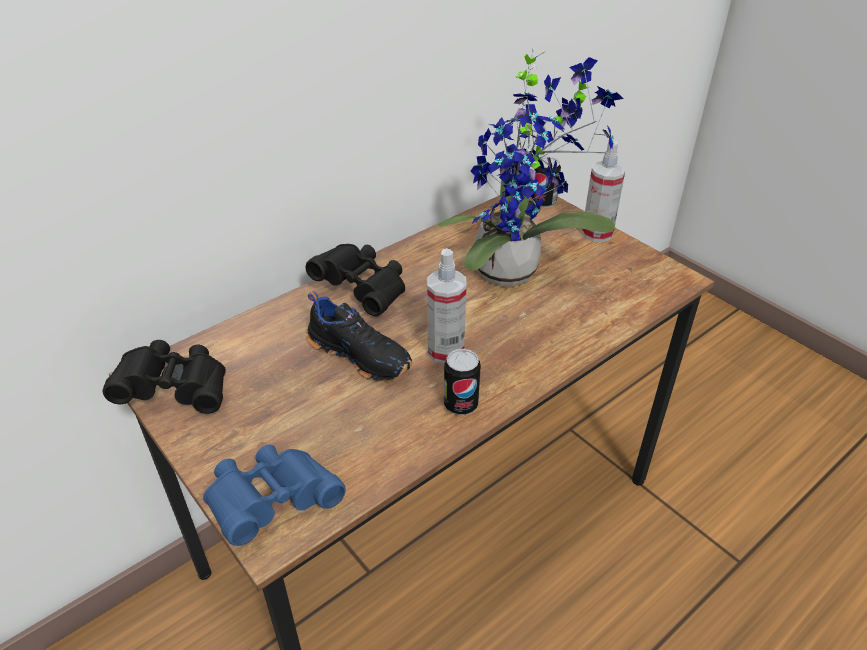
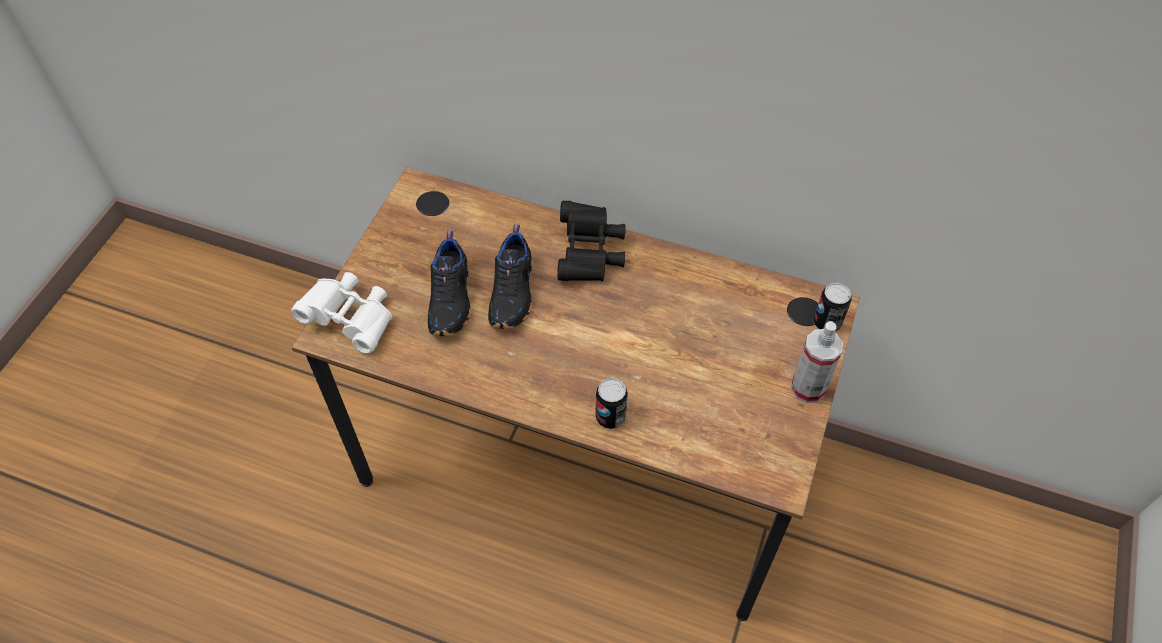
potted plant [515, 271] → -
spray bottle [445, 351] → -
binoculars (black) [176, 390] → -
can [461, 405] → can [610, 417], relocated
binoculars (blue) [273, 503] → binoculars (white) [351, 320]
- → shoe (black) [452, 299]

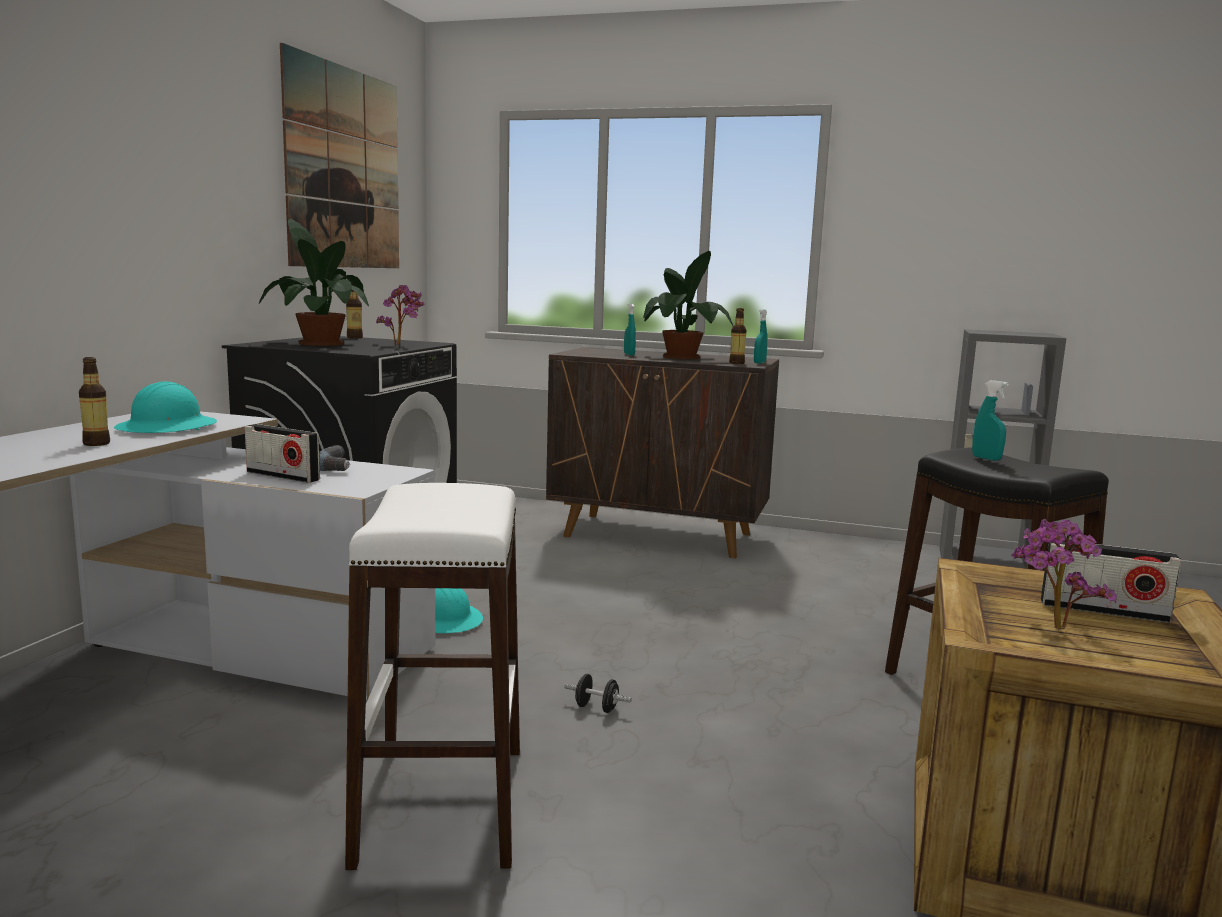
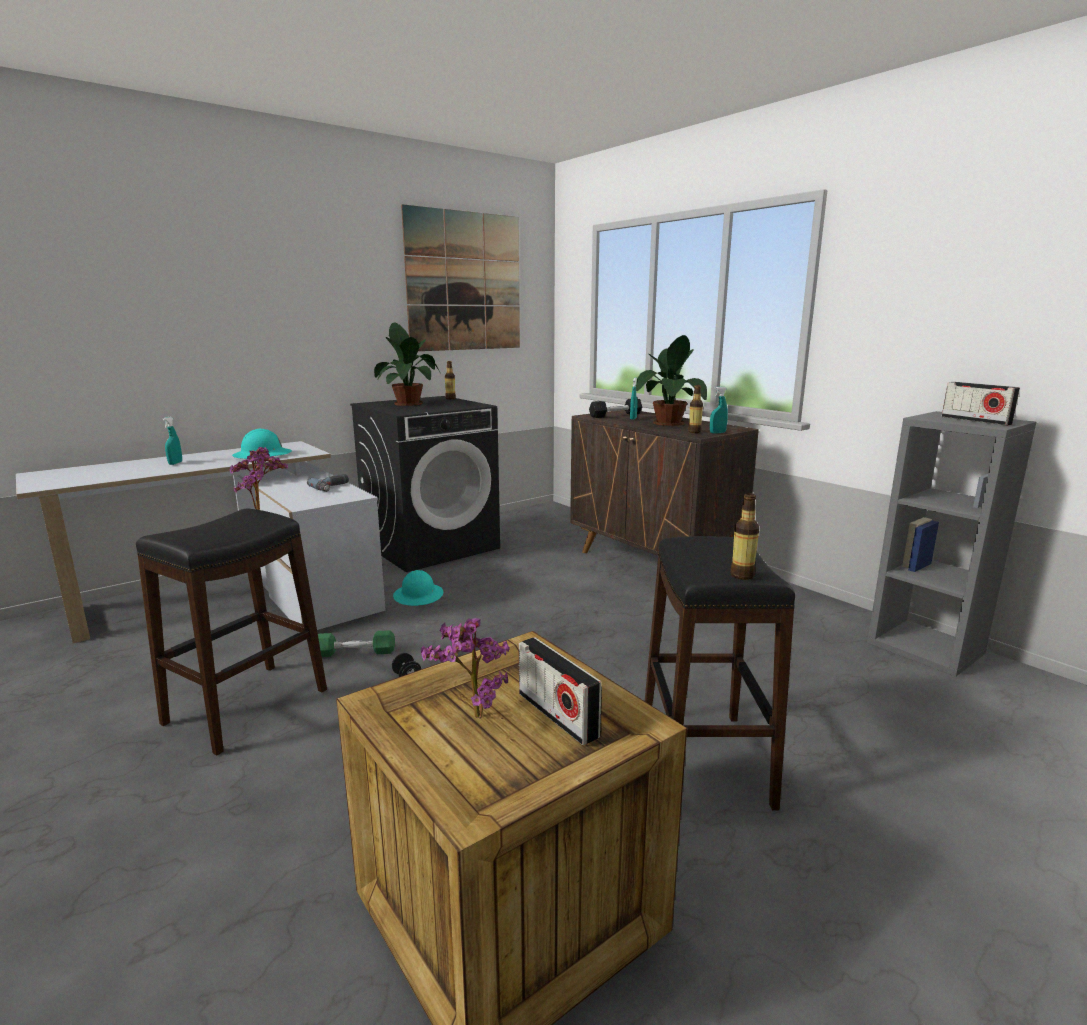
potted plant [401, 344] → potted plant [262, 510], relocated
bottle [96, 443] → bottle [742, 575], relocated
spray bottle (turquoise) [986, 458] → spray bottle (turquoise) [175, 463], relocated
radio [283, 476] → radio [975, 420], relocated
stool (white) [443, 804] → stool (black) [246, 707]
- → dumbbell (black) [615, 415]
- → dumbbell (green) [355, 652]

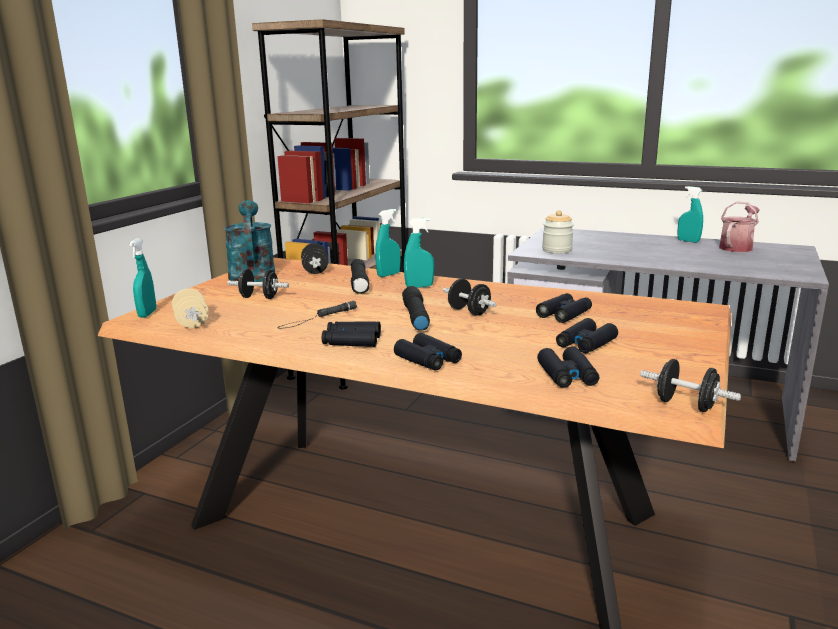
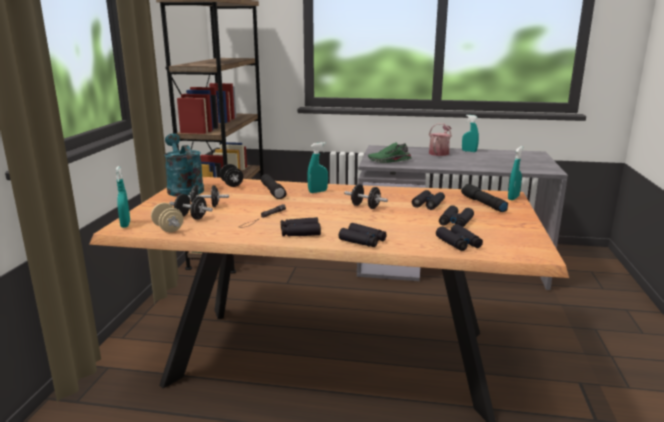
watering can [737, 247] → watering can [439, 152], relocated
spray bottle (turquoise) [388, 275] → spray bottle (turquoise) [513, 198], relocated
jar [557, 250] → shoe (green) [389, 161]
flashlight (black) [415, 317] → flashlight (black) [482, 204], relocated
dumbbell (black) [685, 405] → dumbbell (black) [191, 217], relocated

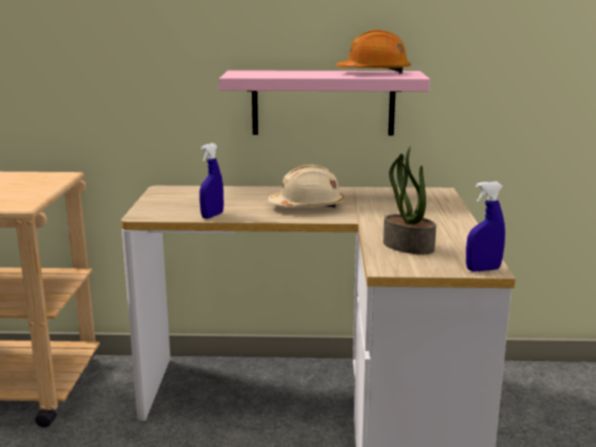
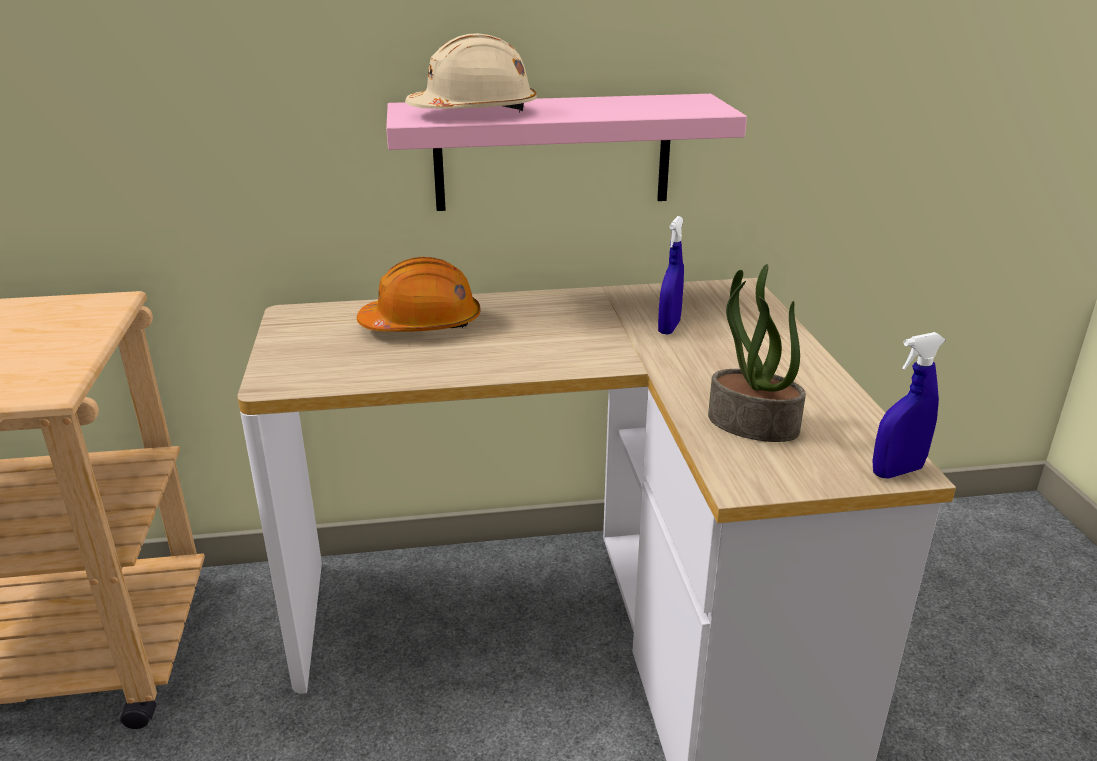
hard hat (orange) [374, 73] → hard hat (orange) [422, 324], relocated
spray bottle (blue) [212, 216] → spray bottle (blue) [669, 328], relocated
hard hat (beige) [307, 206] → hard hat (beige) [474, 112], relocated

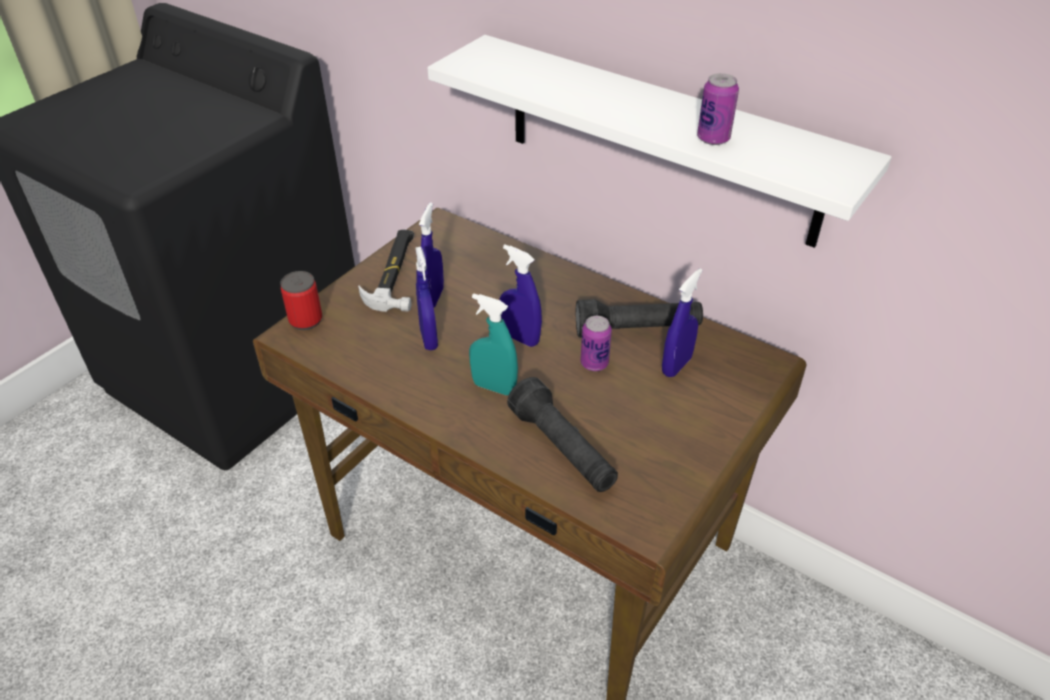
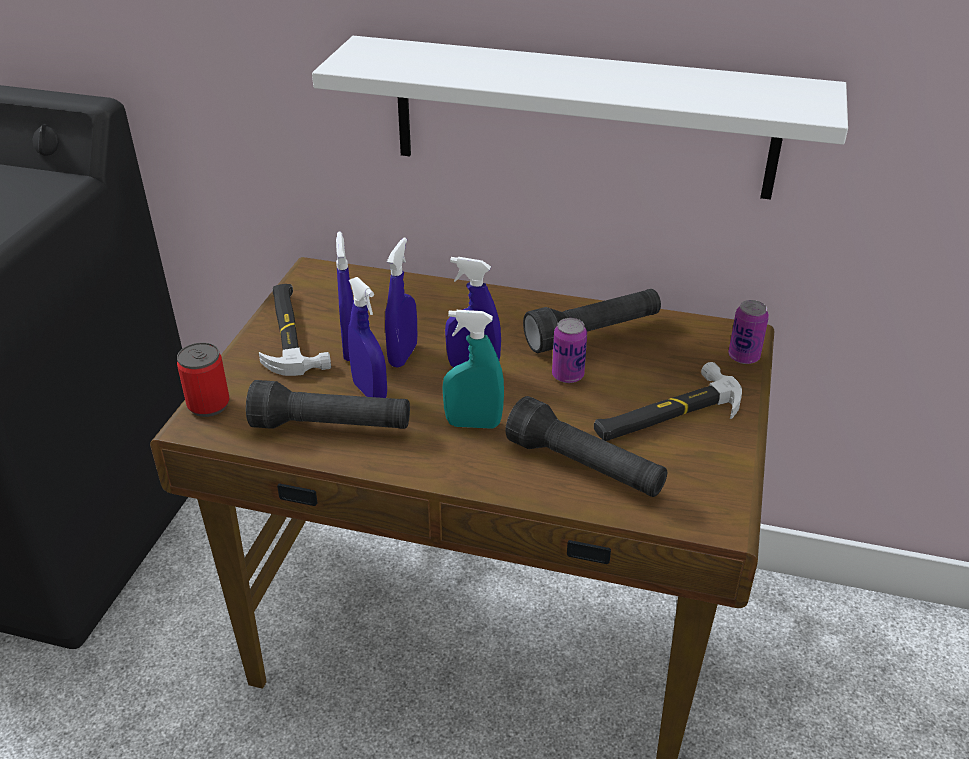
can [713, 138] → can [743, 357], relocated
spray bottle (blue) [676, 366] → spray bottle (blue) [403, 355], relocated
- → hammer [666, 413]
- → flashlight (black) [332, 426]

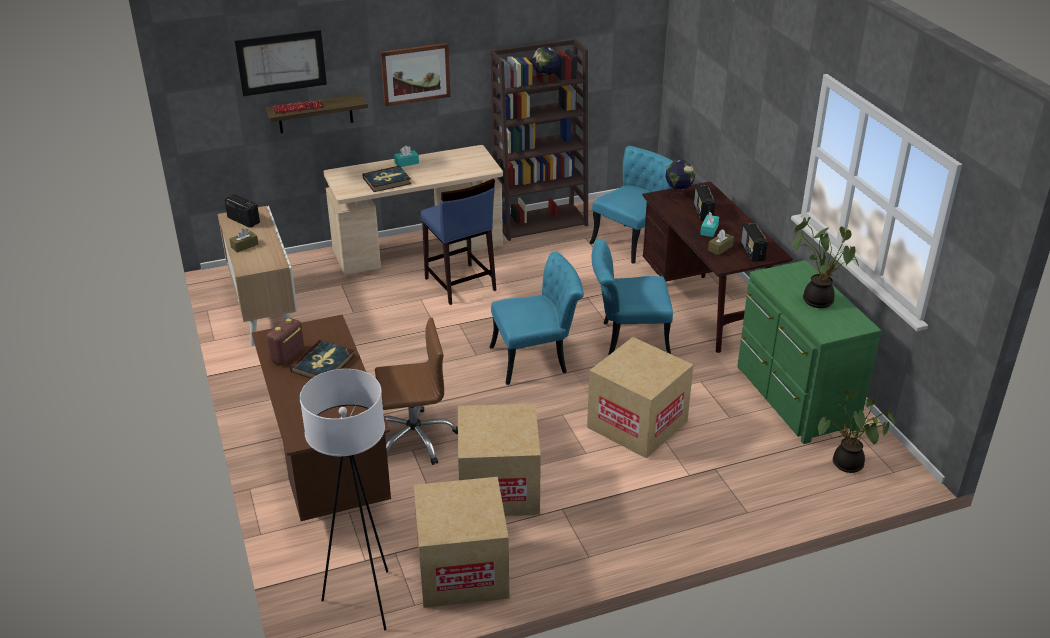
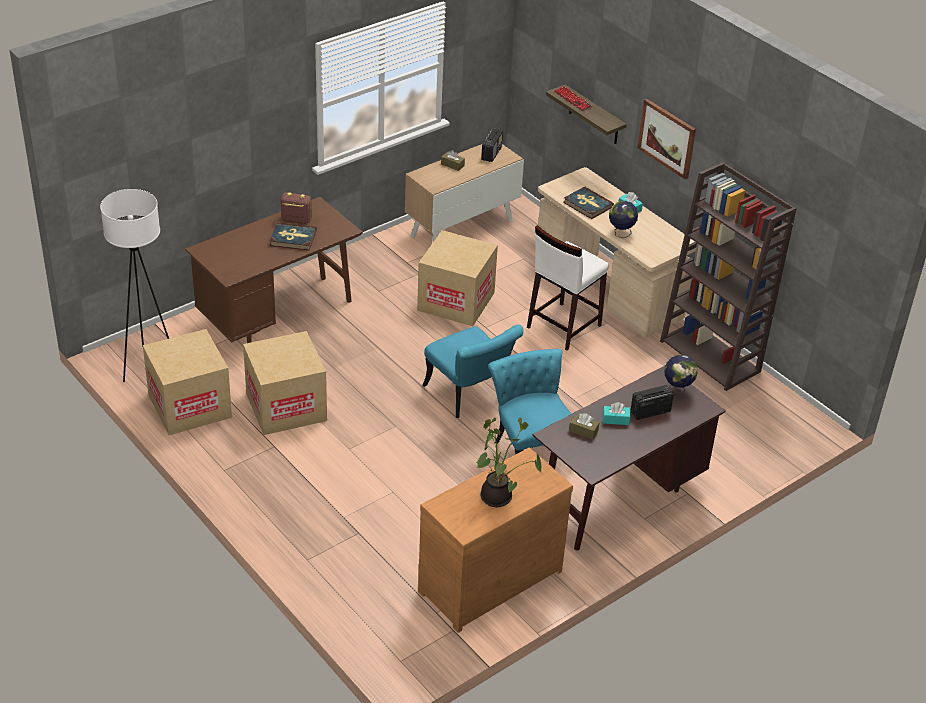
picture [281, 62] → -
globe [546, 81] → globe [621, 233], relocated
chair (turquoise) [633, 240] → -
stool (blue) [460, 284] → stool (white) [563, 326]
radio [752, 252] → -
dresser (green) [793, 399] → dresser (brown) [487, 579]
office chair (brown) [415, 438] → -
cardboard box [637, 424] → cardboard box [456, 301], relocated
potted plant [845, 465] → -

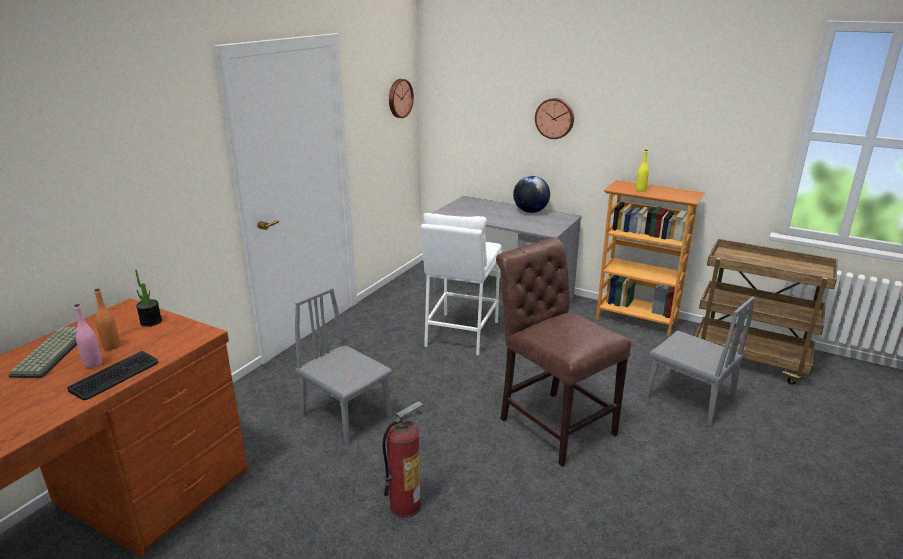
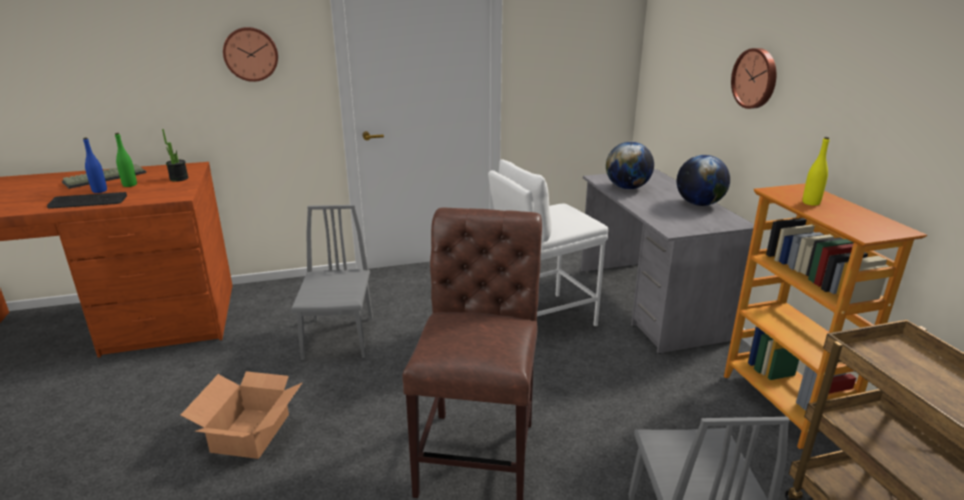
wall clock [399, 98] → wall clock [251, 54], relocated
bottle (orange) [111, 346] → bottle (green) [130, 185]
bottle (pink) [93, 364] → bottle (blue) [99, 191]
fire extinguisher [405, 505] → cardboard box [252, 432]
- → globe [627, 188]

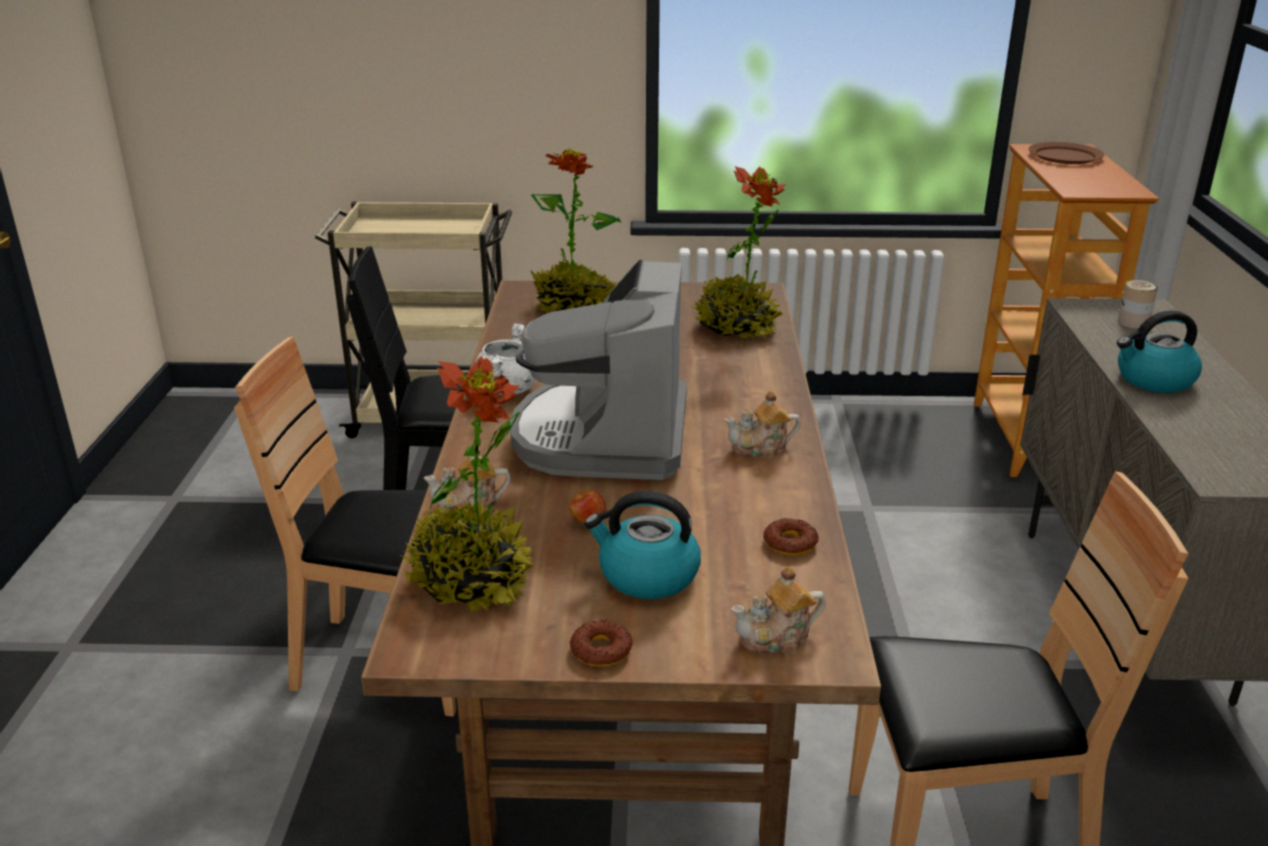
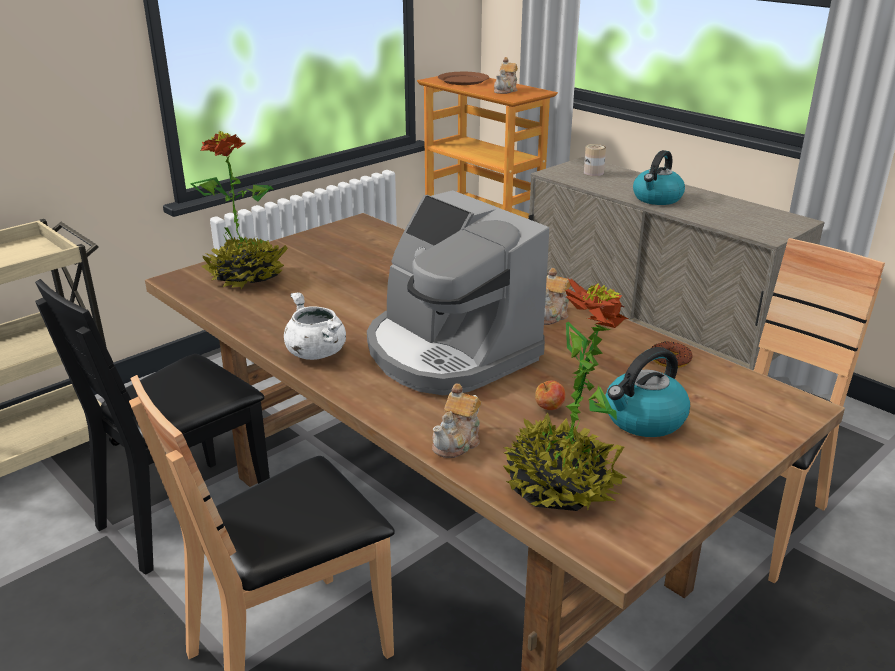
potted plant [737, 327] → -
teapot [777, 638] → teapot [506, 90], relocated
donut [601, 650] → -

